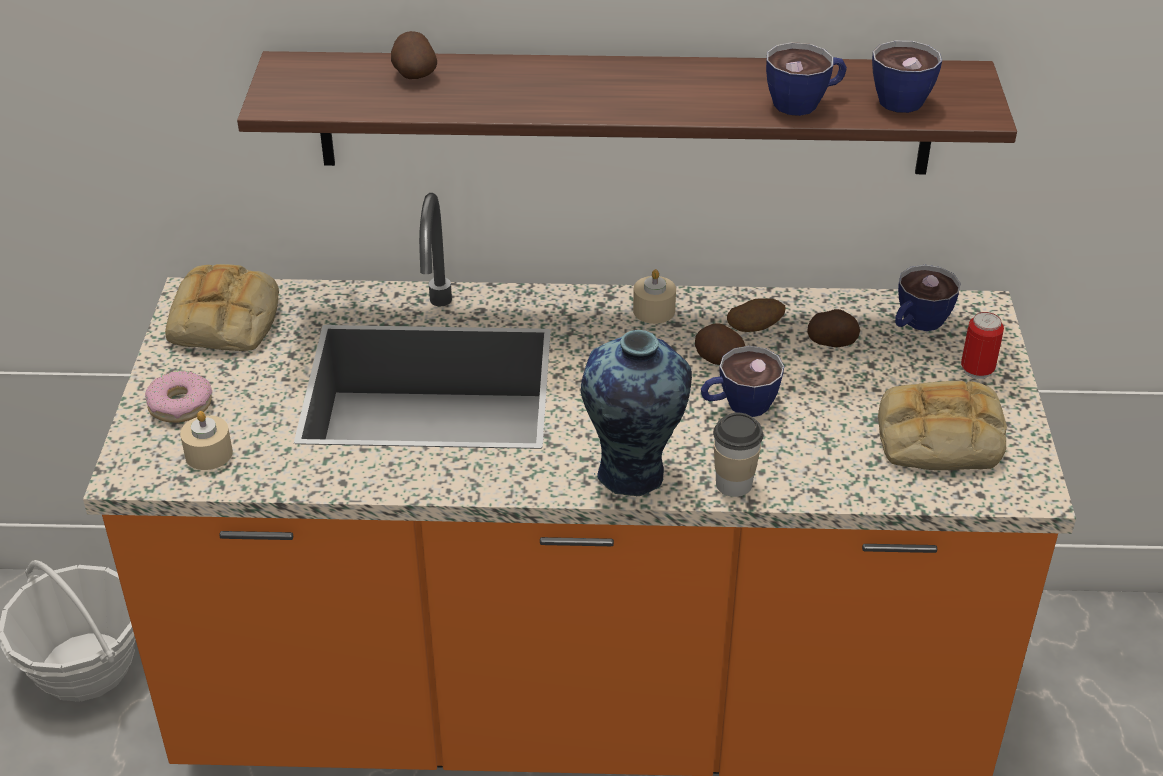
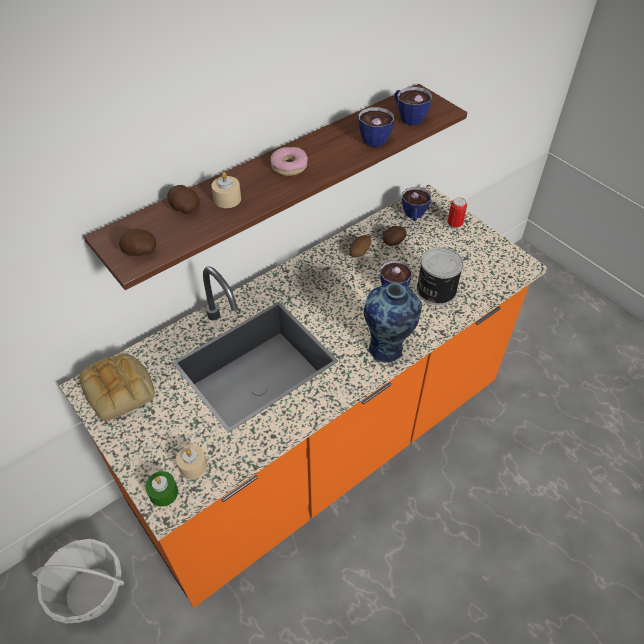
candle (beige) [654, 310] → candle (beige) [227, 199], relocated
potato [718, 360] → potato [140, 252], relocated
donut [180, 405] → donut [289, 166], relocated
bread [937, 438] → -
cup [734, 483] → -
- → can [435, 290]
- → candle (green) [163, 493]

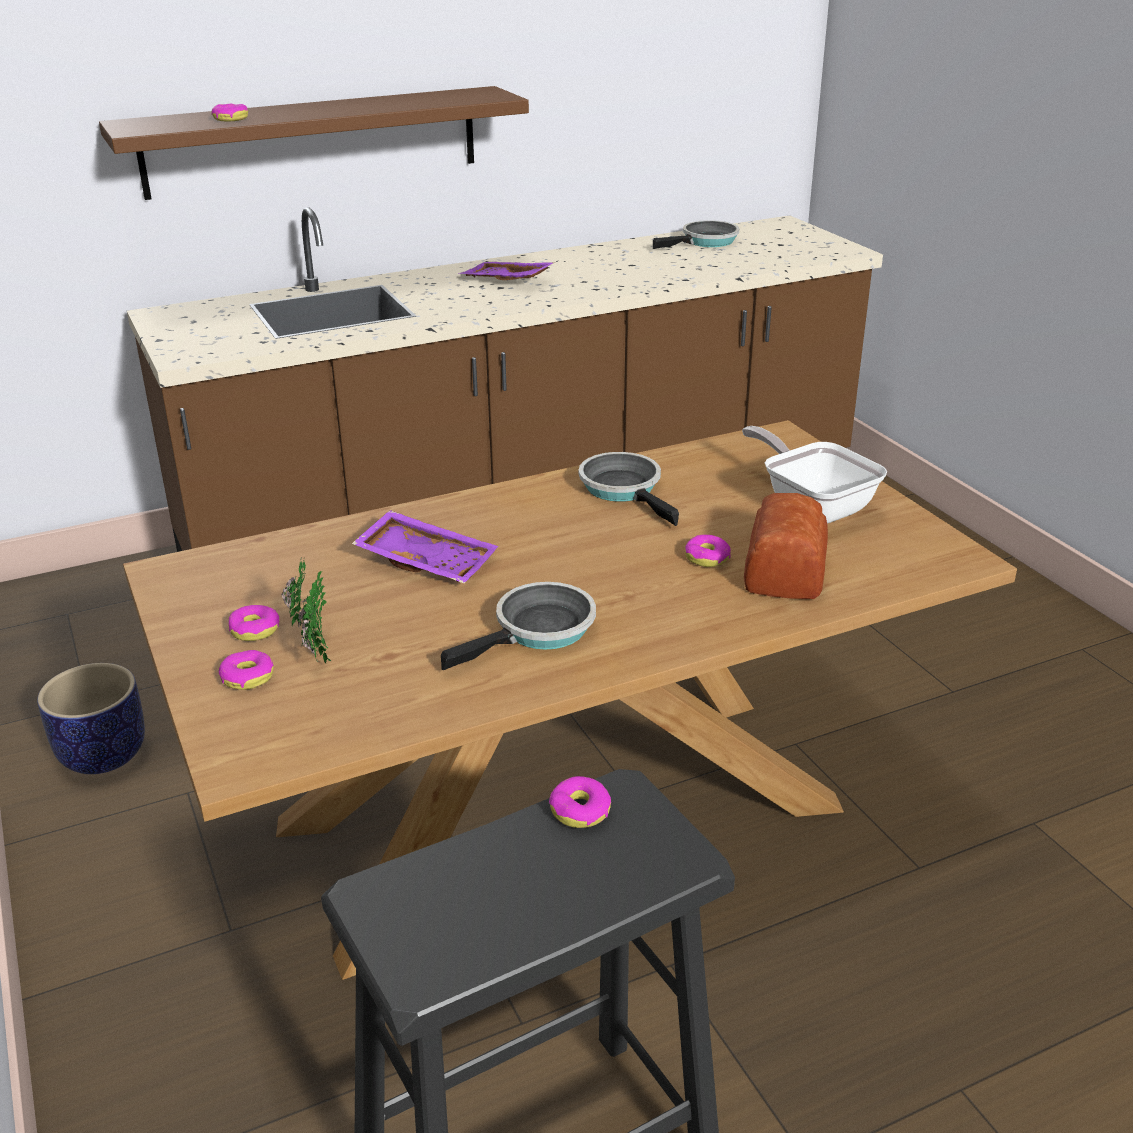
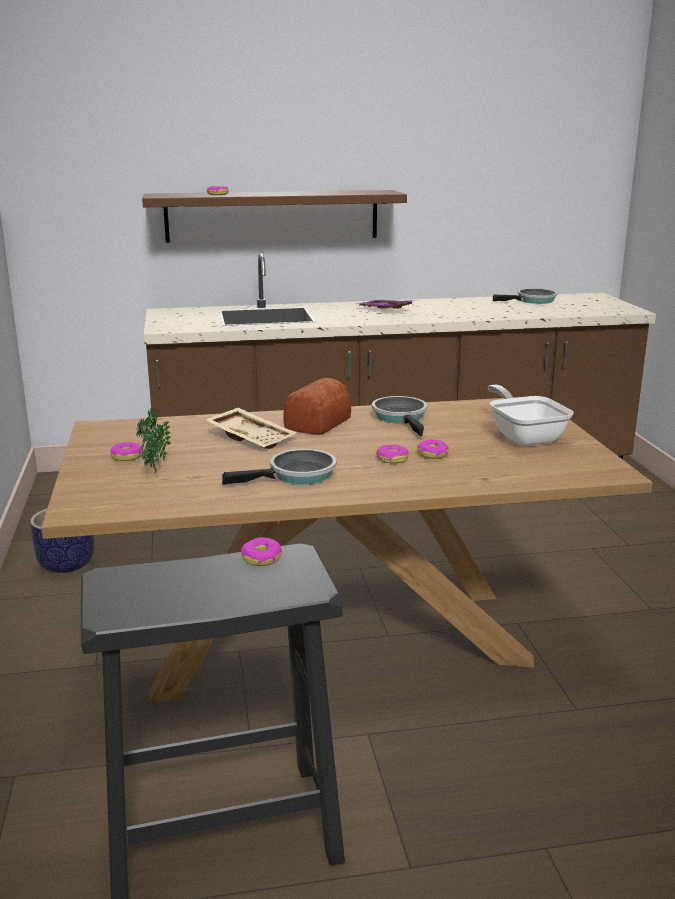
bread [782, 571] → bread [316, 423], relocated
tray (purple) [428, 561] → tray (beige) [252, 437]
donut [247, 677] → donut [392, 459], relocated

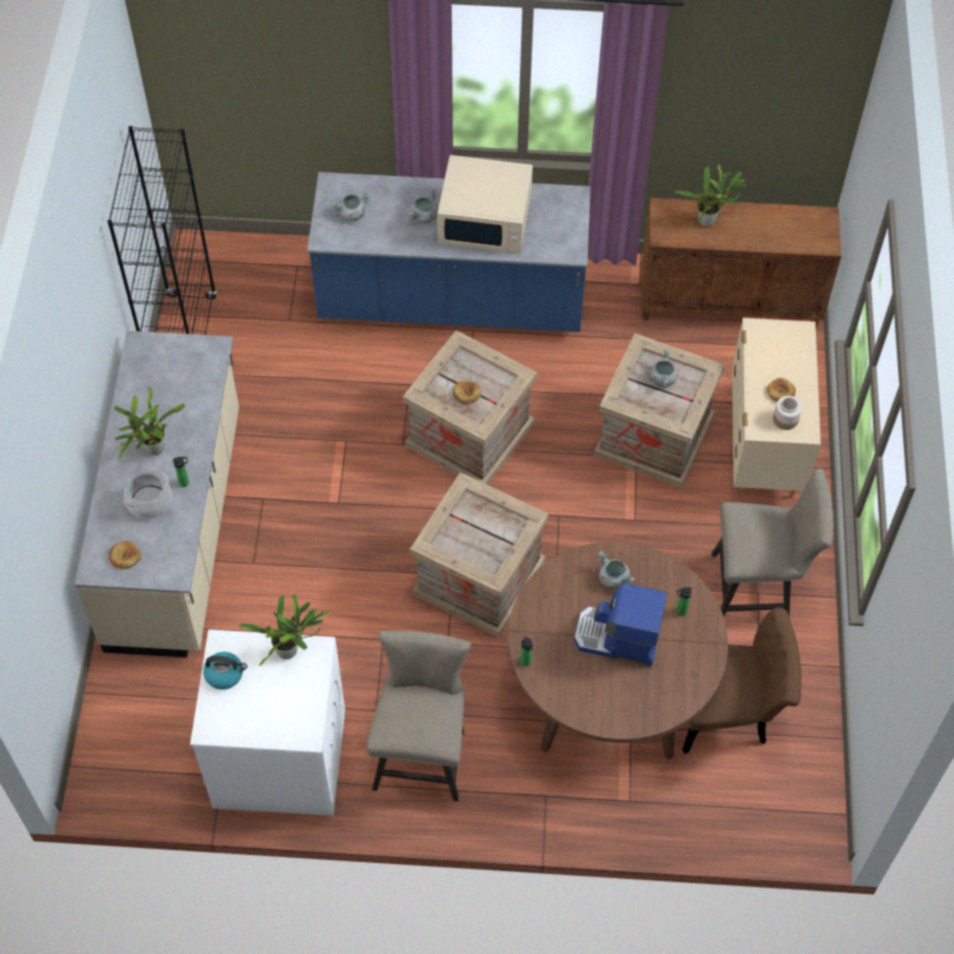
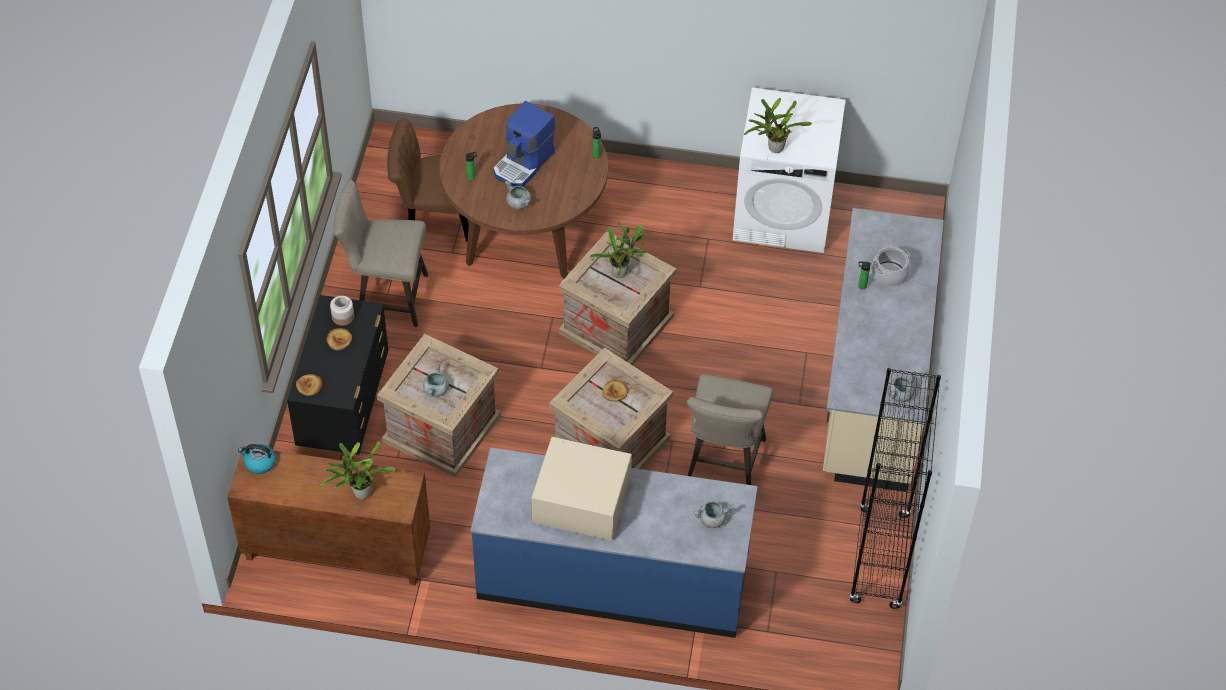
cooking pot (grey) [424, 216] → cooking pot (grey) [900, 394], relocated
dresser (beige) [763, 445] → dresser (black) [345, 411]
potted plant [152, 450] → potted plant [621, 272], relocated
bread [125, 556] → bread [309, 386], relocated
coffee machine [617, 638] → coffee machine [524, 164], 105 degrees clockwise
stool (beige) [422, 752] → stool (beige) [723, 463], relocated
kettle [225, 674] → kettle [259, 463], relocated

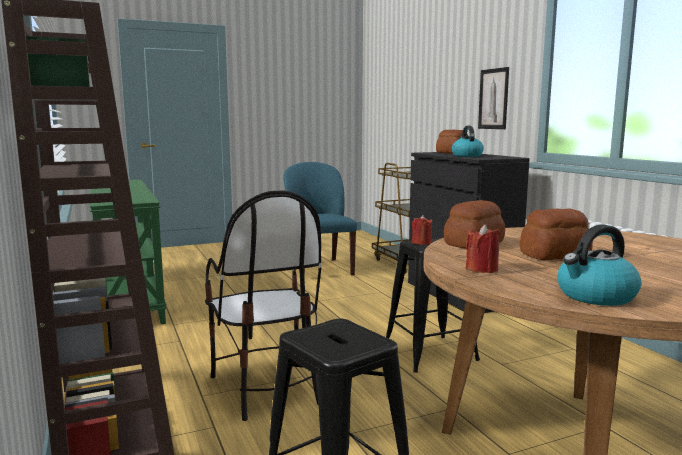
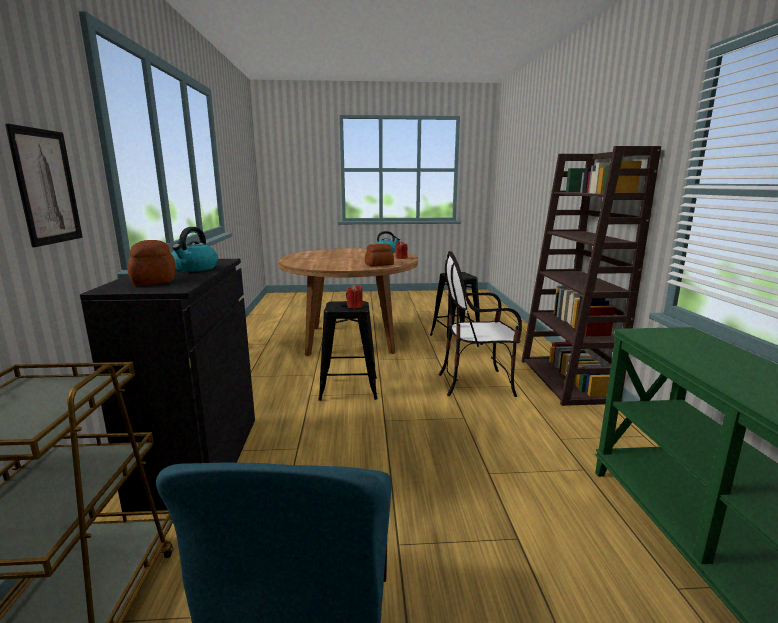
chair [266, 388] → chair [476, 383], 90 degrees counterclockwise
bread [555, 255] → -

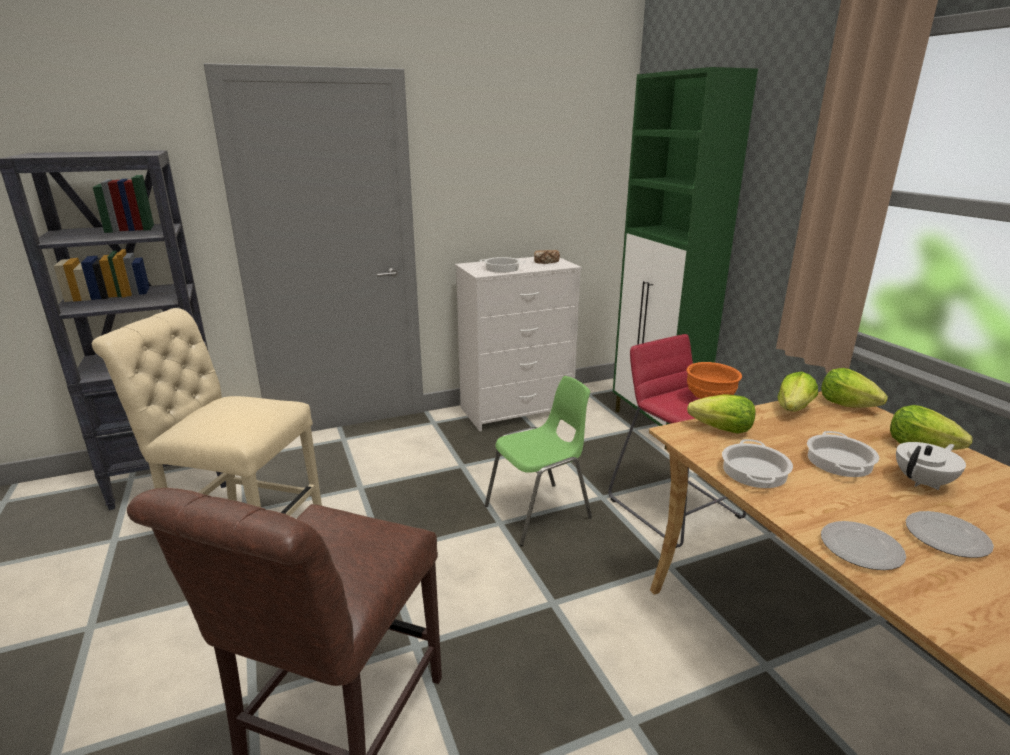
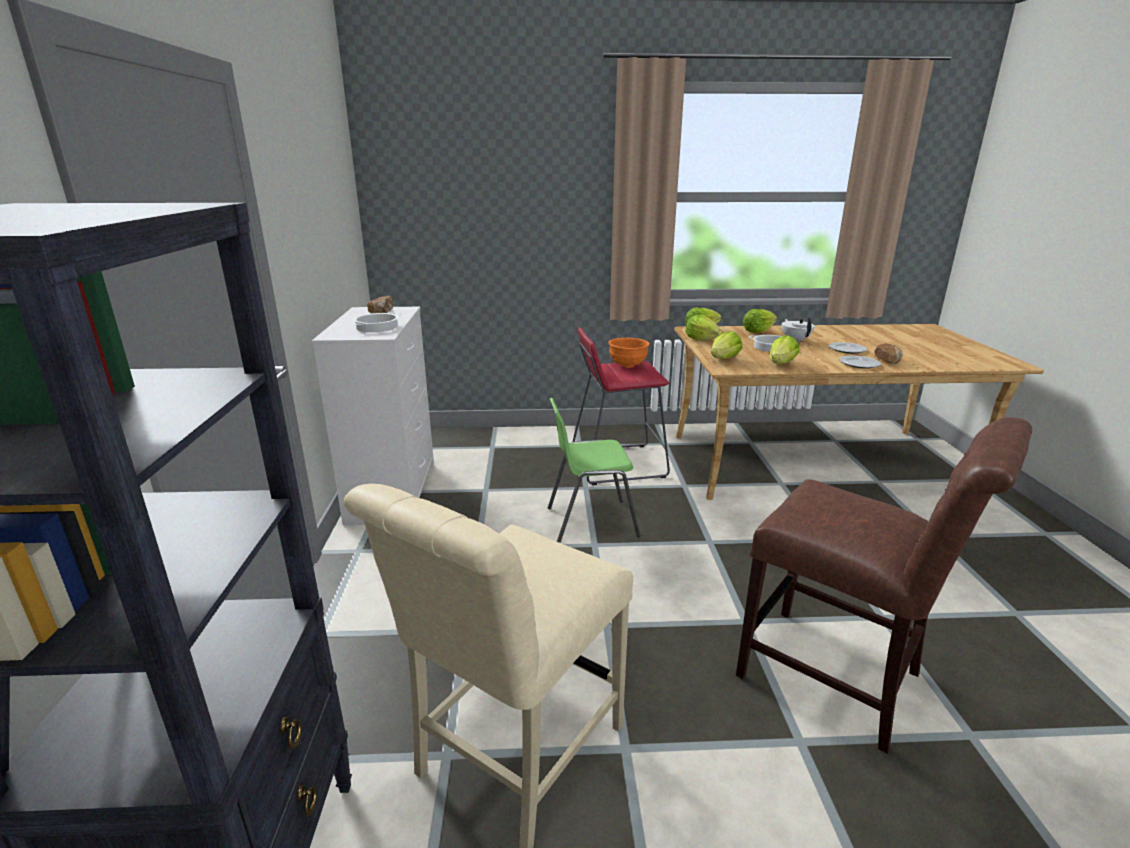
cabinet (green) [655, 426] → -
chair (green) [539, 512] → chair (green) [590, 521], 90 degrees counterclockwise
cooking pot [755, 472] → lettuce [781, 364]
- → bread [887, 360]

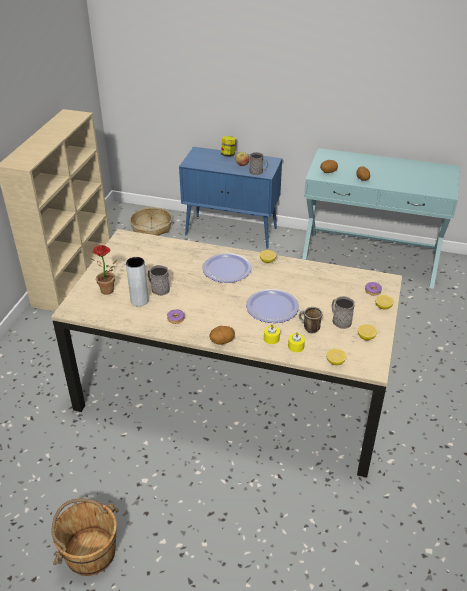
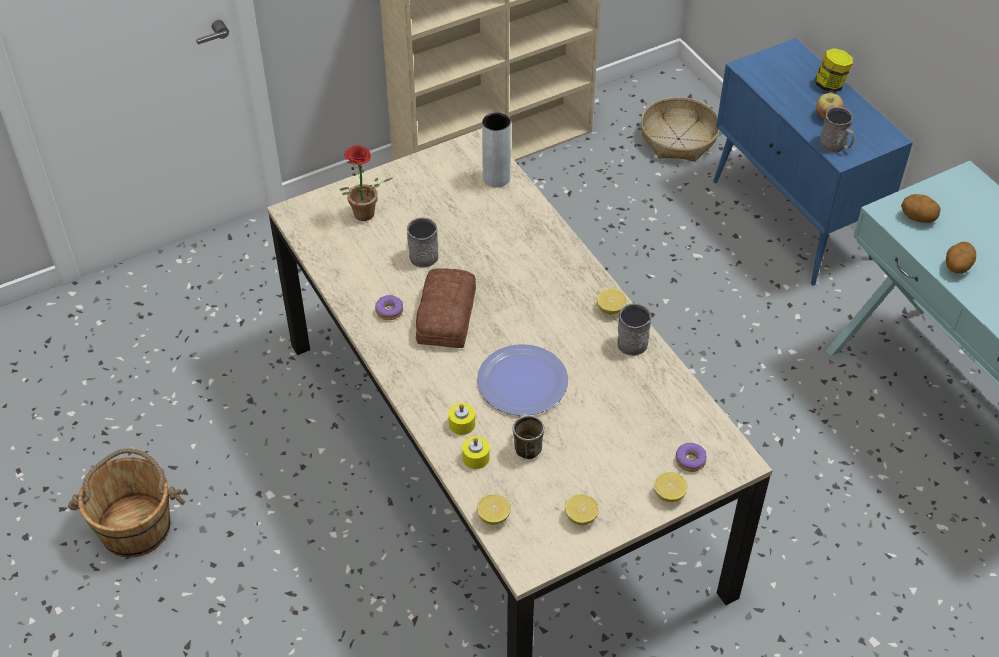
plate [226, 269] → -
vase (grey) [139, 301] → vase (grey) [496, 178], relocated
mug (grey) [340, 320] → mug (grey) [632, 339], relocated
potato [222, 341] → -
- → bread [444, 316]

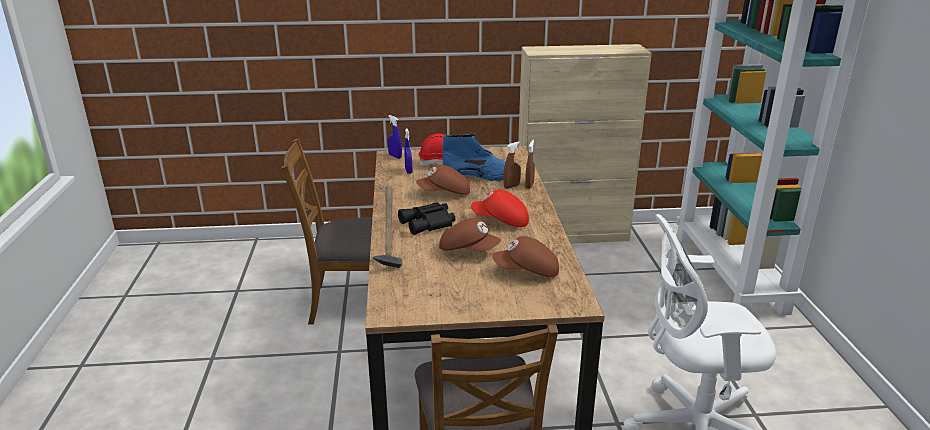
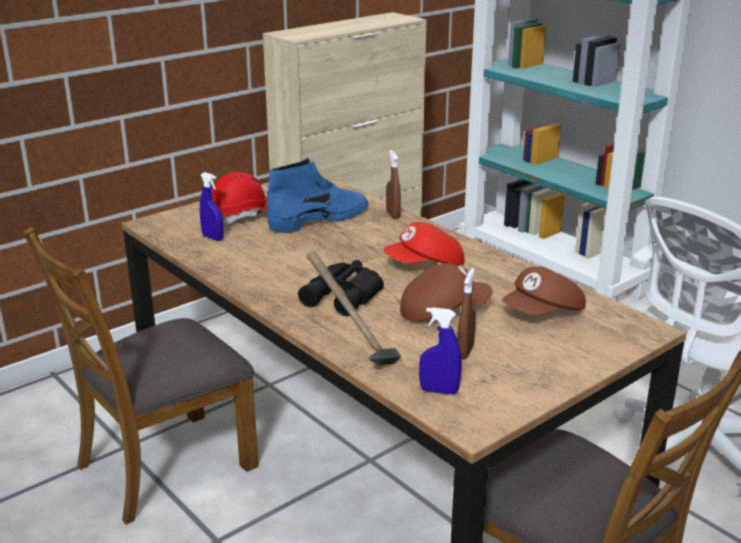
spray bottle (blue) [395, 156] → spray bottle (blue) [439, 391], relocated
spray bottle (brown) [511, 186] → spray bottle (brown) [465, 352], relocated
cap (brown) [444, 193] → -

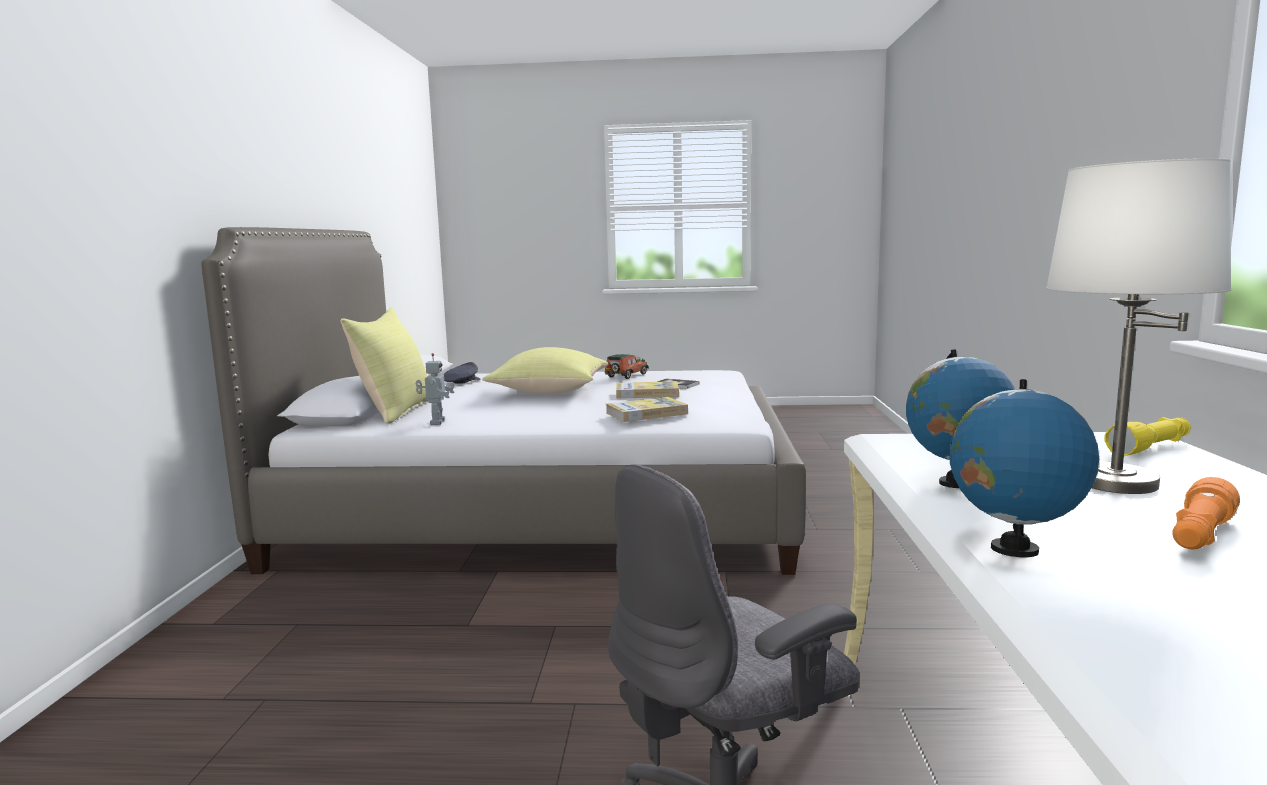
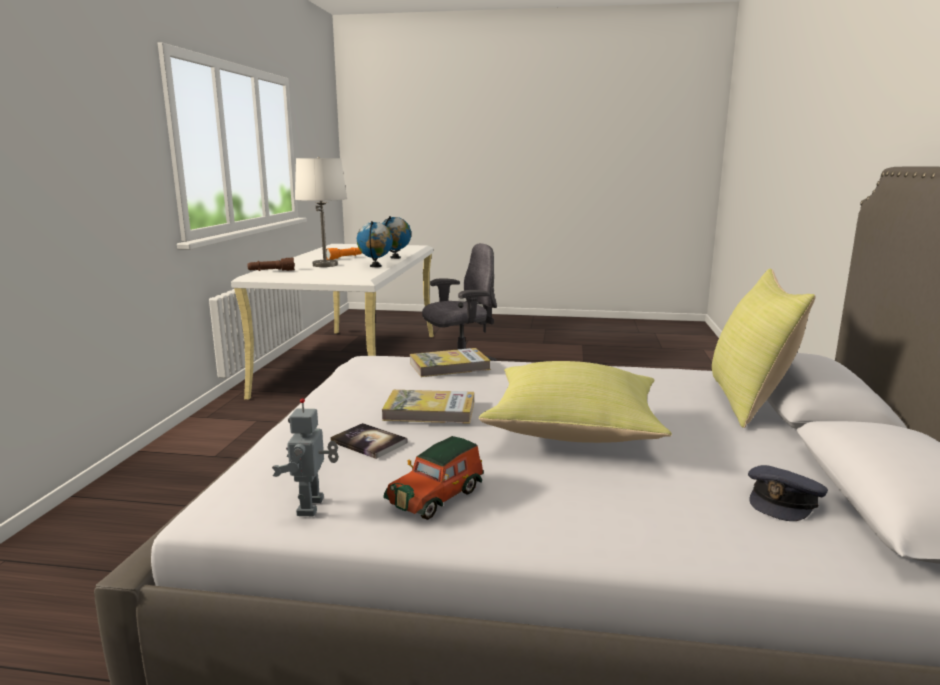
toy robot [436, 422] → toy robot [312, 507], relocated
flashlight (yellow) [1151, 448] → flashlight (brown) [271, 271]

